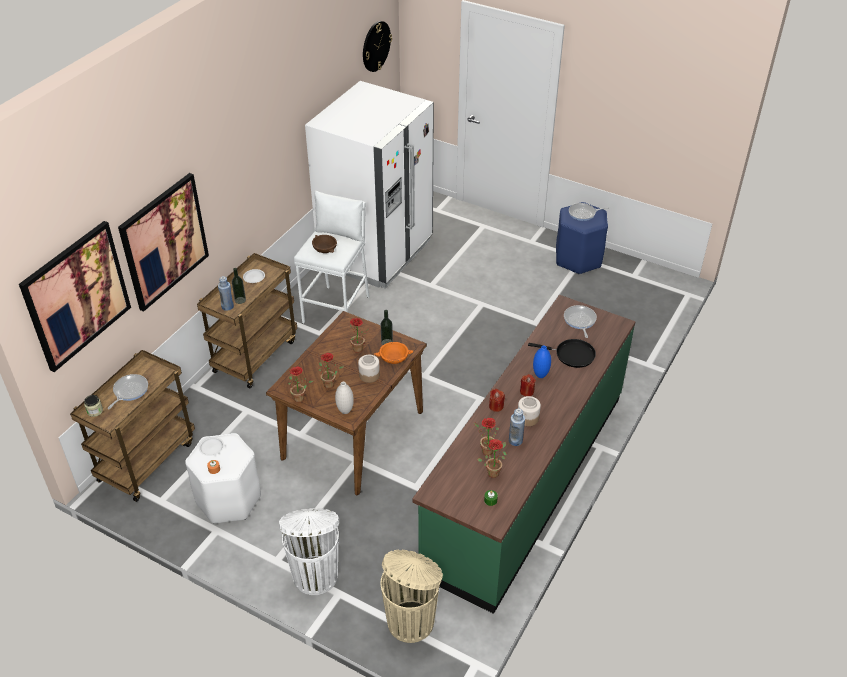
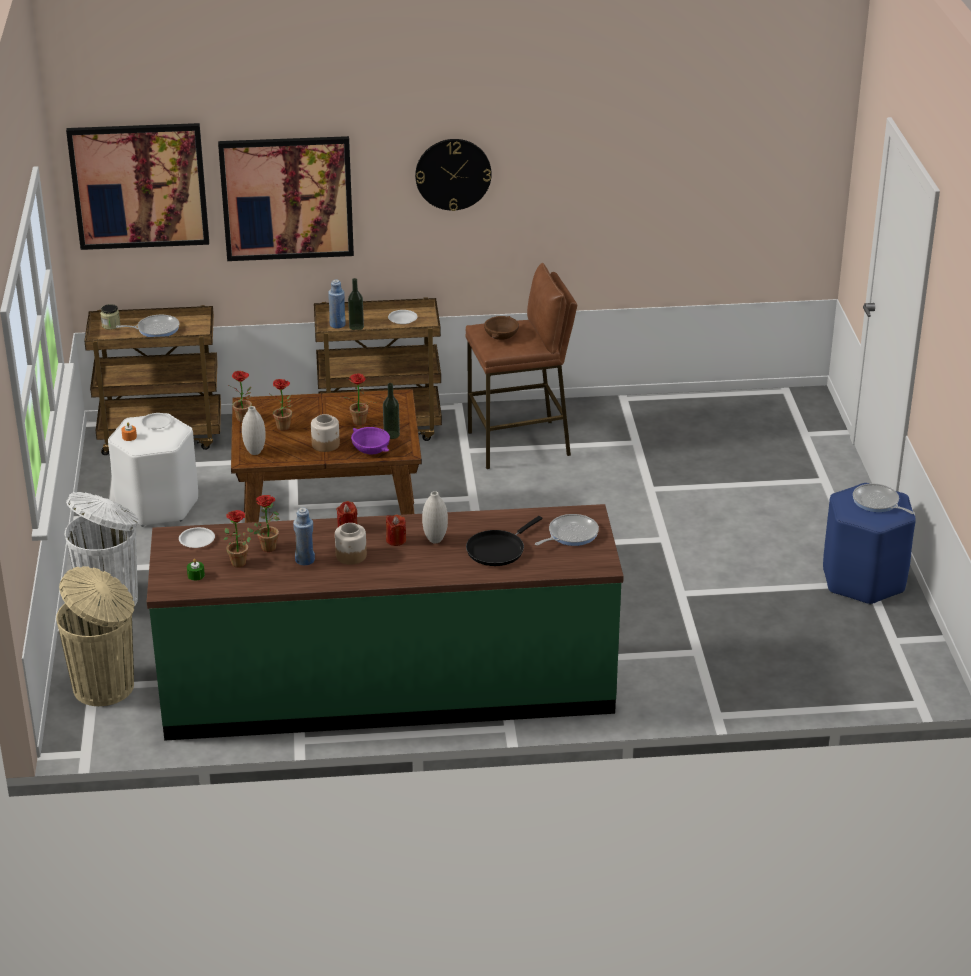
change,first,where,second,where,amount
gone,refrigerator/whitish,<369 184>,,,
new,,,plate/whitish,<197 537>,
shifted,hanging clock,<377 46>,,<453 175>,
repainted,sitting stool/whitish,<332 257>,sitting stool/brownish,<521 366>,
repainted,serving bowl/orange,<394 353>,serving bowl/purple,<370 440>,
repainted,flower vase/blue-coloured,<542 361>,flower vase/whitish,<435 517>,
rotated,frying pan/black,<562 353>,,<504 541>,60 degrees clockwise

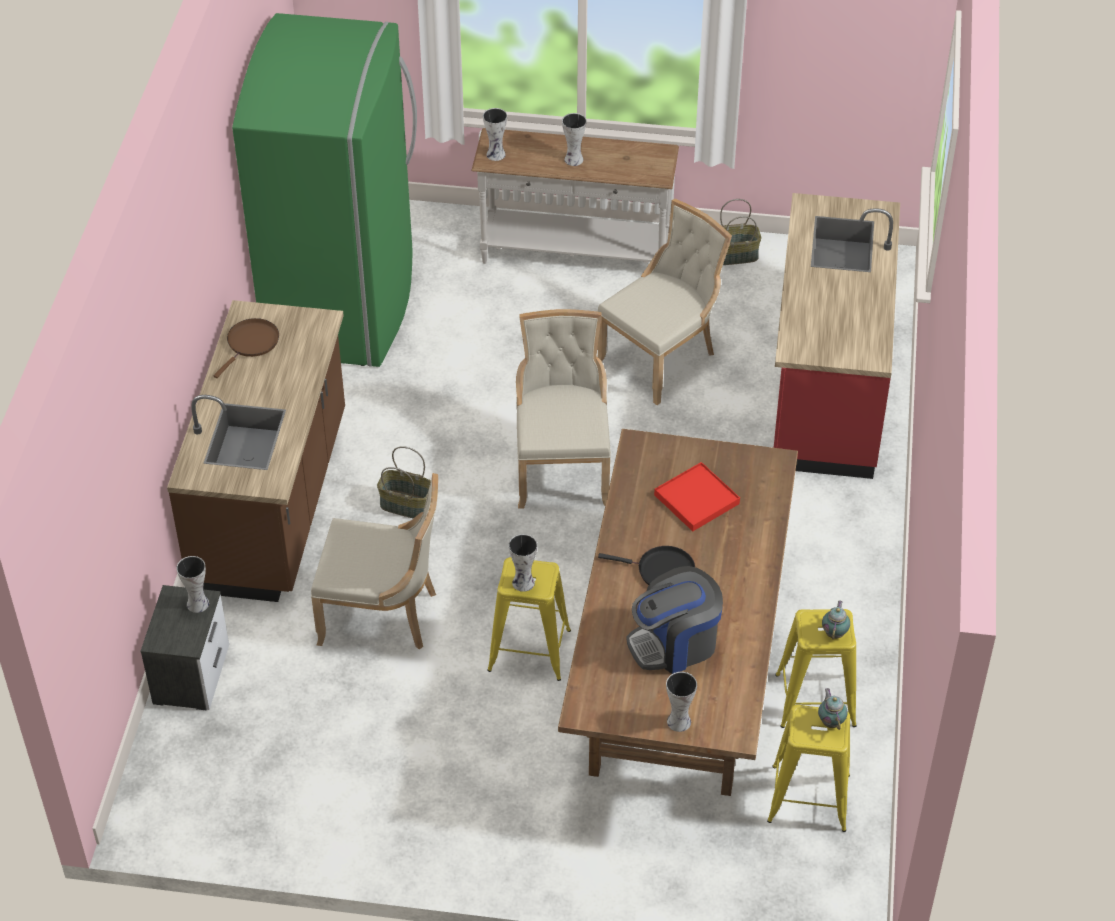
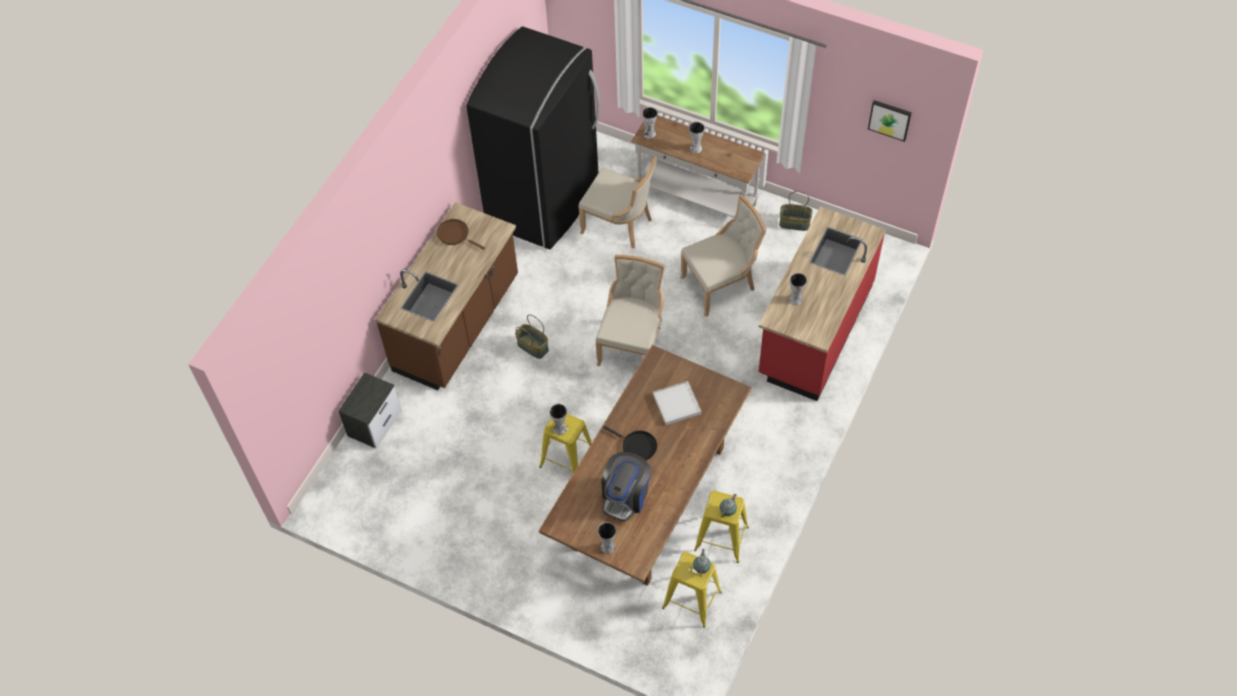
change,first,where,second,where,amount
new,,,picture,<890 121>,
shifted,flower vase,<192 584>,,<798 289>,
shifted,plain chair/beige,<374 561>,,<618 202>,
repainted,refrigerator/green-coloured,<324 190>,refrigerator/black,<533 137>,
repainted,tray/red,<697 496>,tray/whitish,<677 403>,
rotated,frying pan/brownish,<246 348>,,<461 234>,105 degrees counterclockwise
rotated,coffee brewer,<674 620>,,<626 487>,60 degrees counterclockwise

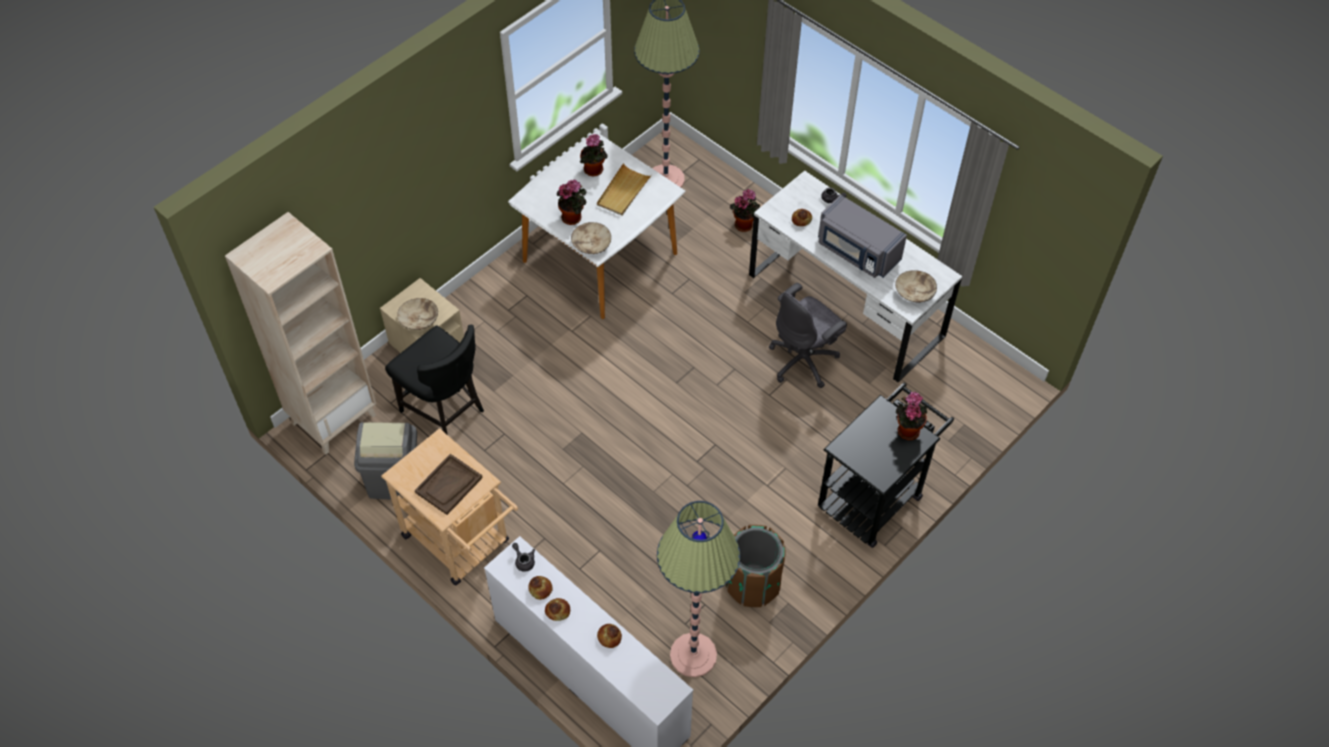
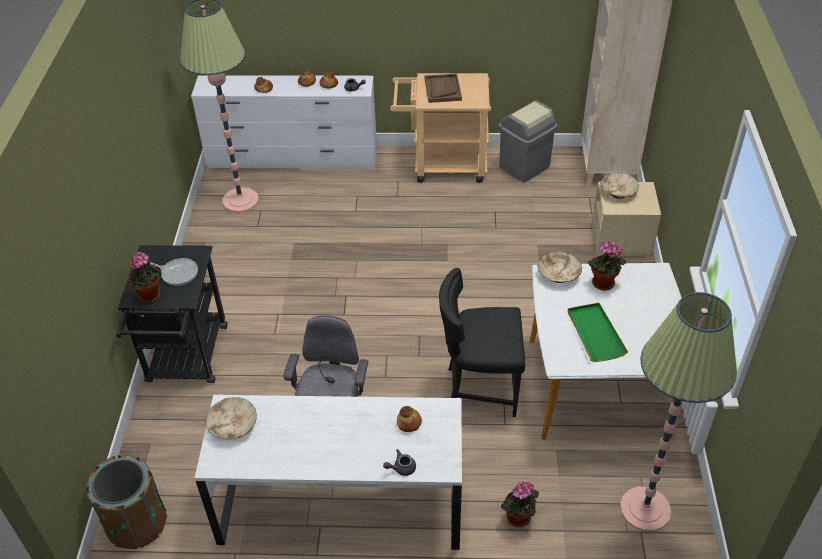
change,first,where,second,where,amount
gone,potted plant,<593 155>,,,
gone,microwave/gray,<862 236>,,,
new,,,frying pan,<174 272>,
shifted,plain chair/black,<434 379>,,<482 342>,
shifted,trash can/brownish,<755 566>,,<126 502>,
repainted,tray/beige,<624 189>,tray/green-coloured,<598 332>,

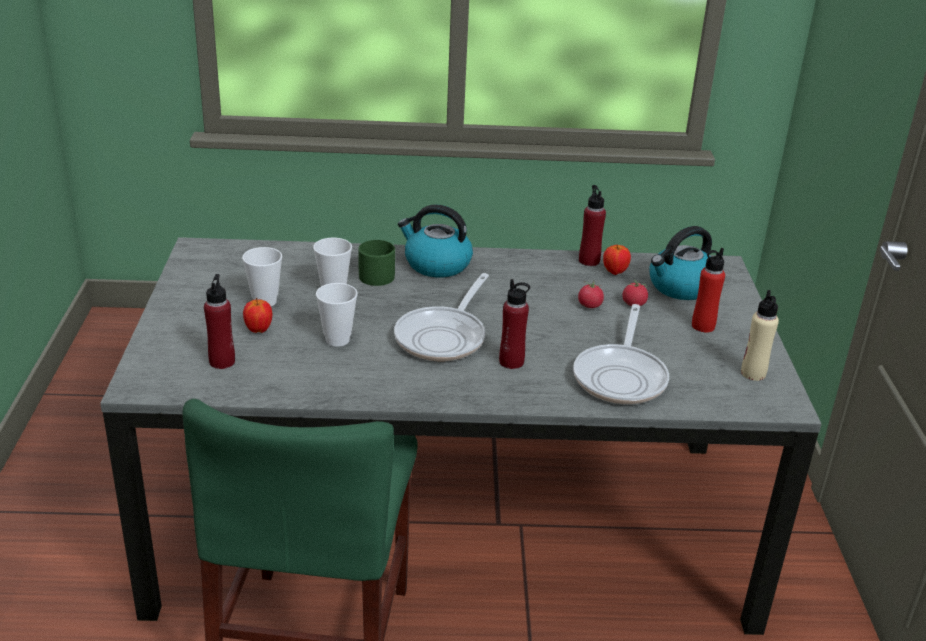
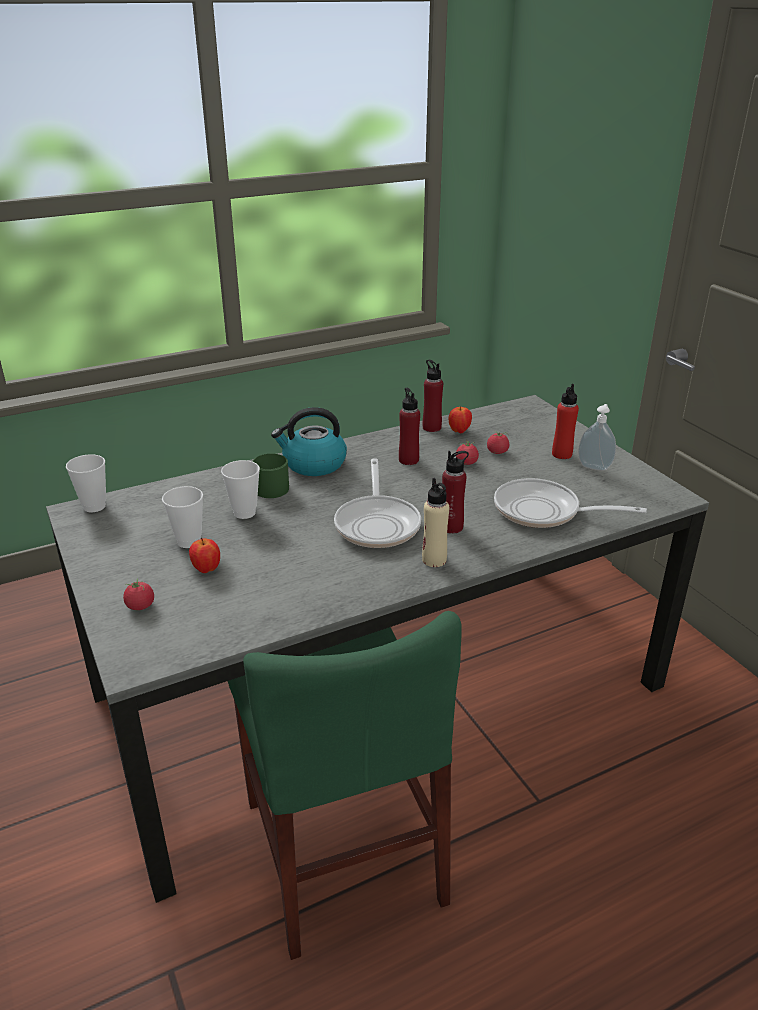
change,first,where,second,where,amount
gone,tea kettle,<680 263>,,,
new,,,whole tomato,<138 594>,
new,,,soap bottle,<597 437>,
shifted,beverage bottle/red,<219 321>,,<409 426>,
shifted,drinking cup,<337 315>,,<86 483>,
shifted,beverage bottle/beige,<760 335>,,<435 522>,
rotated,frying pan,<621 354>,,<570 503>,120 degrees clockwise

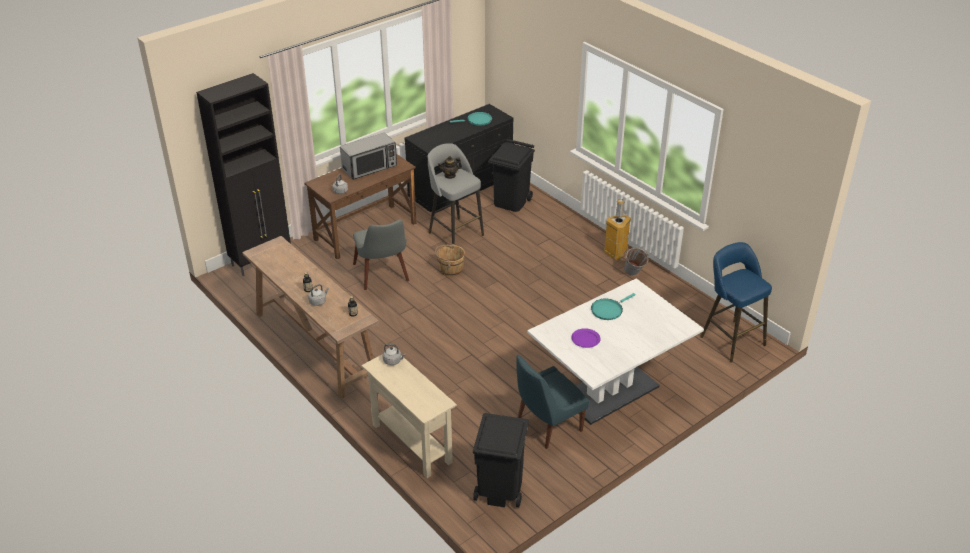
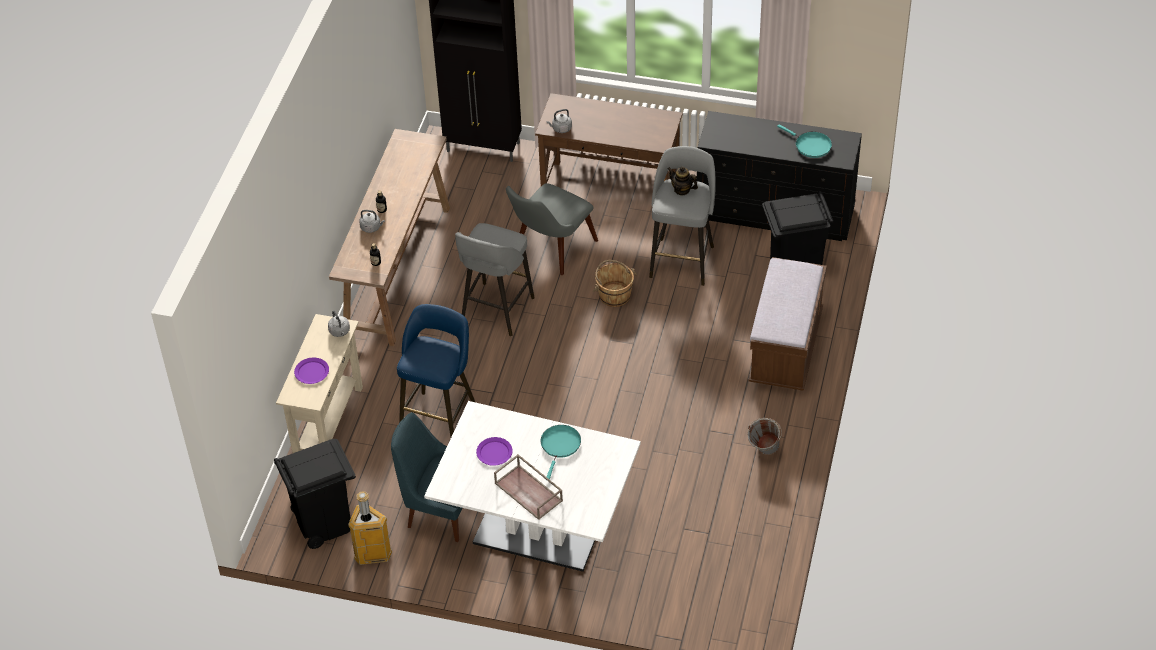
change,first,where,second,where,amount
gone,microwave,<368 156>,,,
new,,,plate/purple,<311 371>,
new,,,sitting stool/gray,<495 279>,
new,,,tray/brownish,<528 487>,
new,,,bench/brownish,<787 324>,
shifted,trash can,<617 229>,,<370 528>,
shifted,sitting stool/blue-coloured,<736 302>,,<436 370>,
rotated,frying pan/turquoise-coloured,<613 306>,,<561 452>,90 degrees clockwise

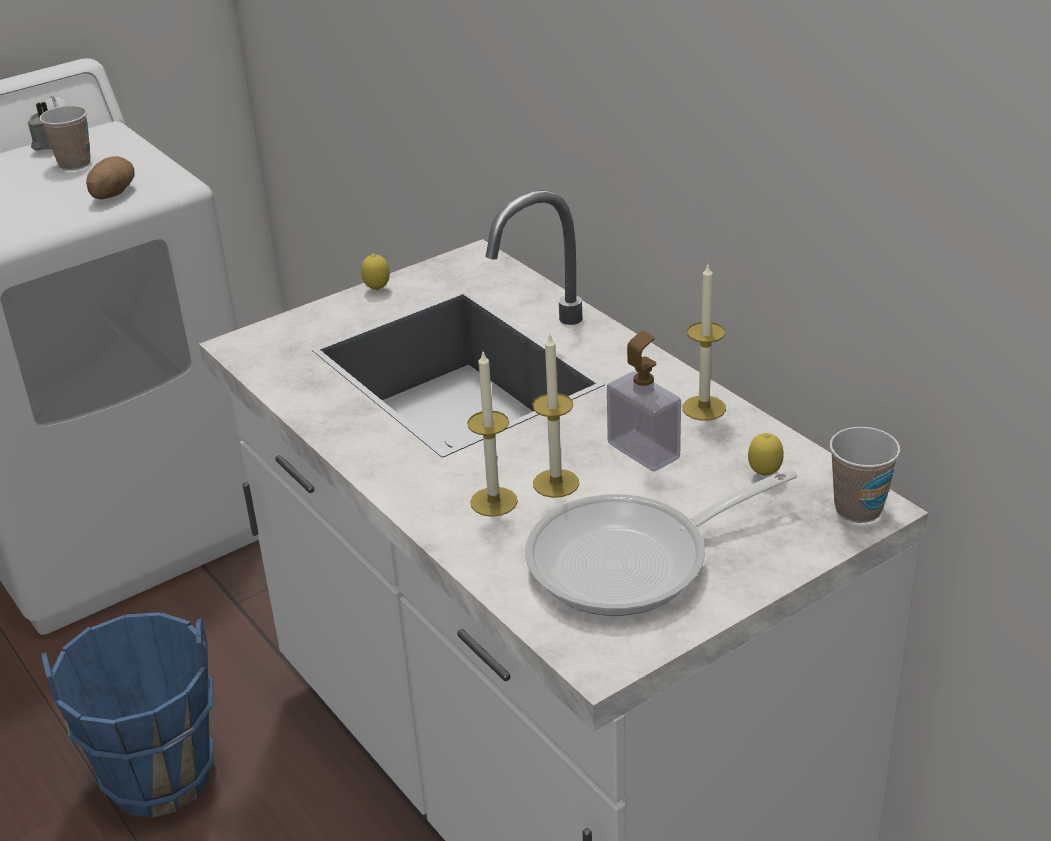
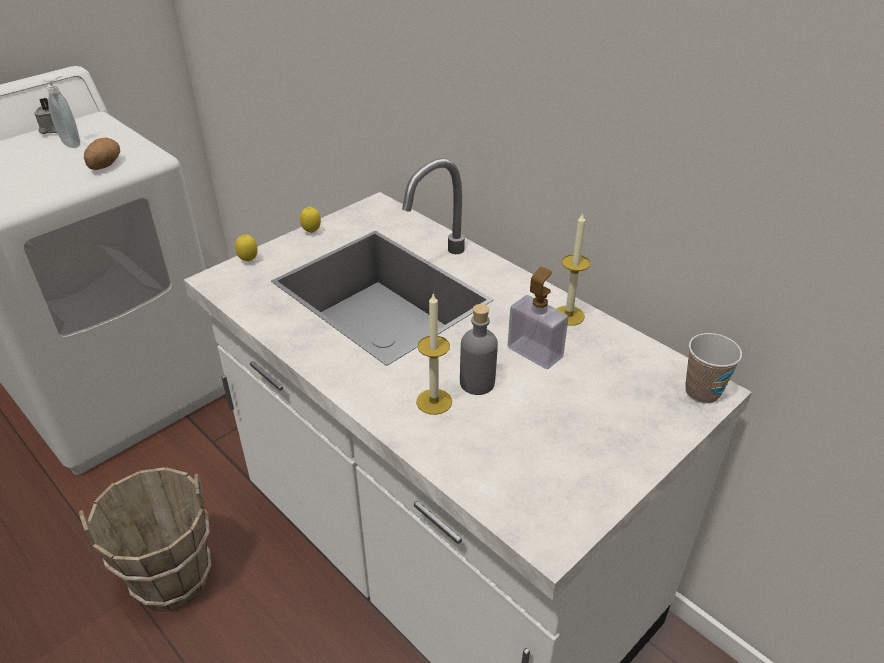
change,first,where,second,where,amount
gone,frying pan,<661 542>,,,
shifted,whole lemon,<766 454>,,<246 248>,
swapped,drinking cup,<64 138>,soap bottle,<61 111>,
swapped,wax light,<555 416>,beverage bottle/gray,<479 349>,
repainted,water bucket/blue-coloured,<128 715>,water bucket/brownish,<145 538>,

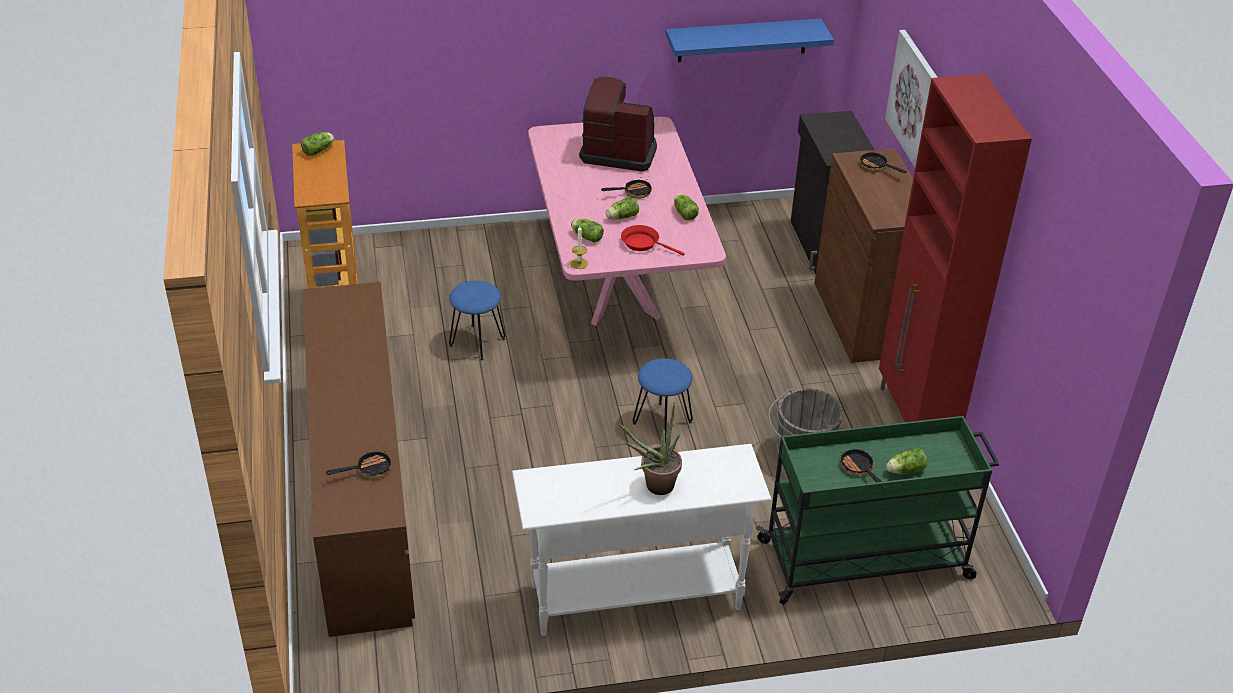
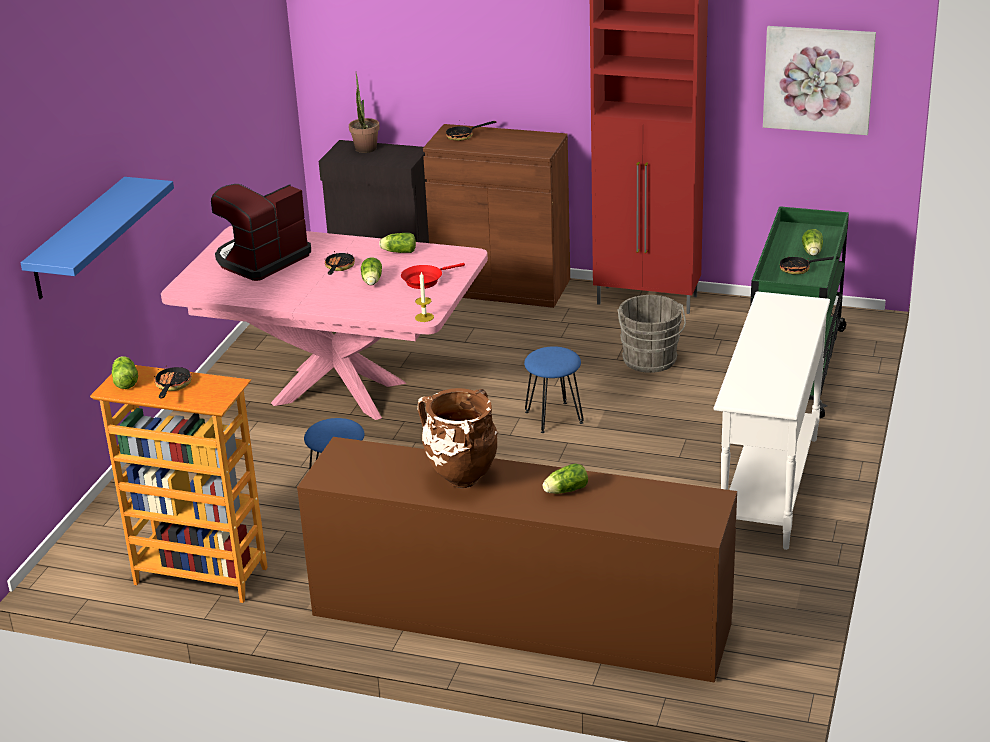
change,first,where,second,where,amount
new,,,flower vase/brownish,<457 438>,
shifted,frying pan,<358 465>,,<173 381>,
shifted,lettuce,<587 231>,,<565 479>,
shifted,potted plant,<650 448>,,<364 113>,
shifted,shelf/blue-coloured,<750 40>,,<97 238>,
shifted,picture,<911 99>,,<819 80>,

